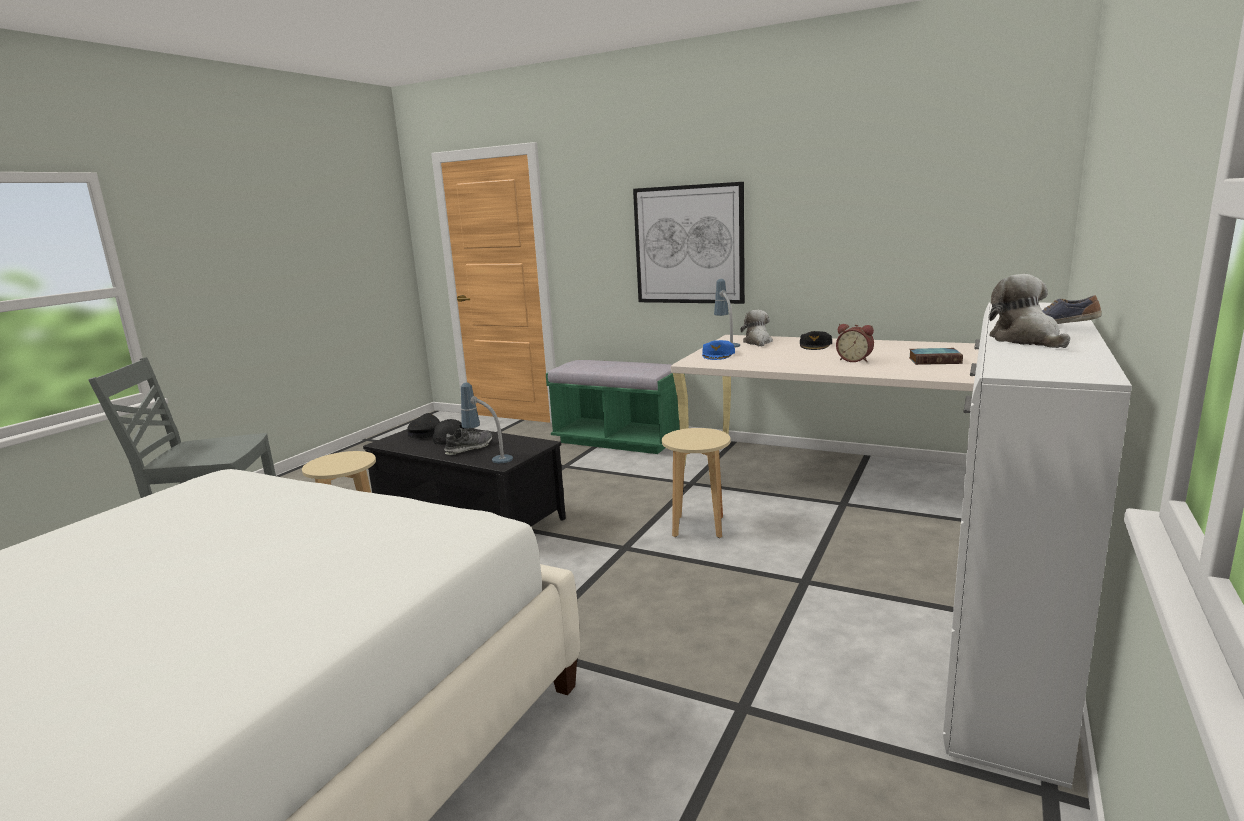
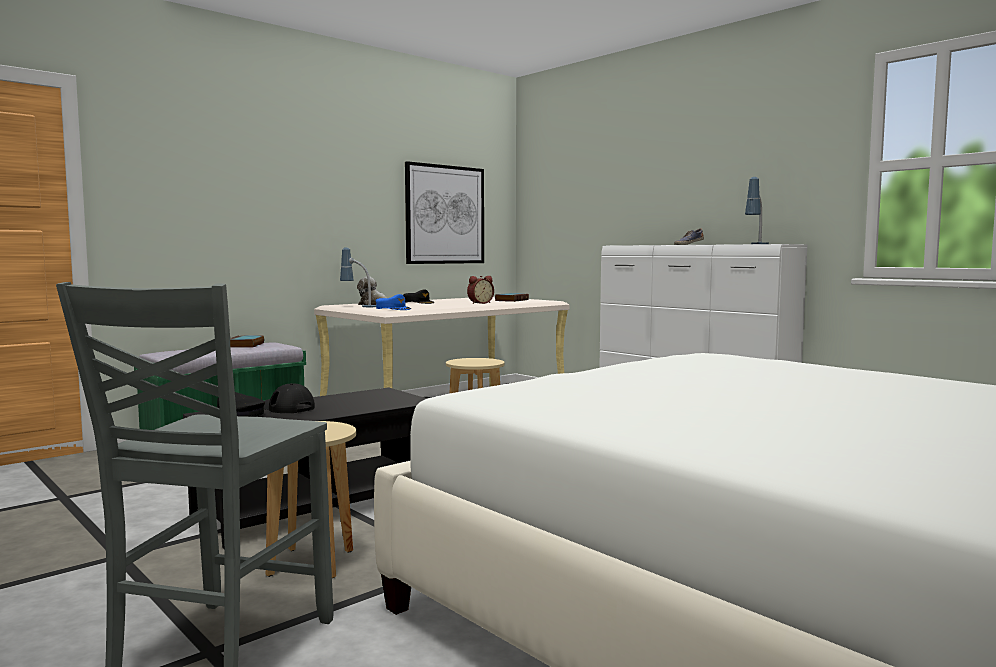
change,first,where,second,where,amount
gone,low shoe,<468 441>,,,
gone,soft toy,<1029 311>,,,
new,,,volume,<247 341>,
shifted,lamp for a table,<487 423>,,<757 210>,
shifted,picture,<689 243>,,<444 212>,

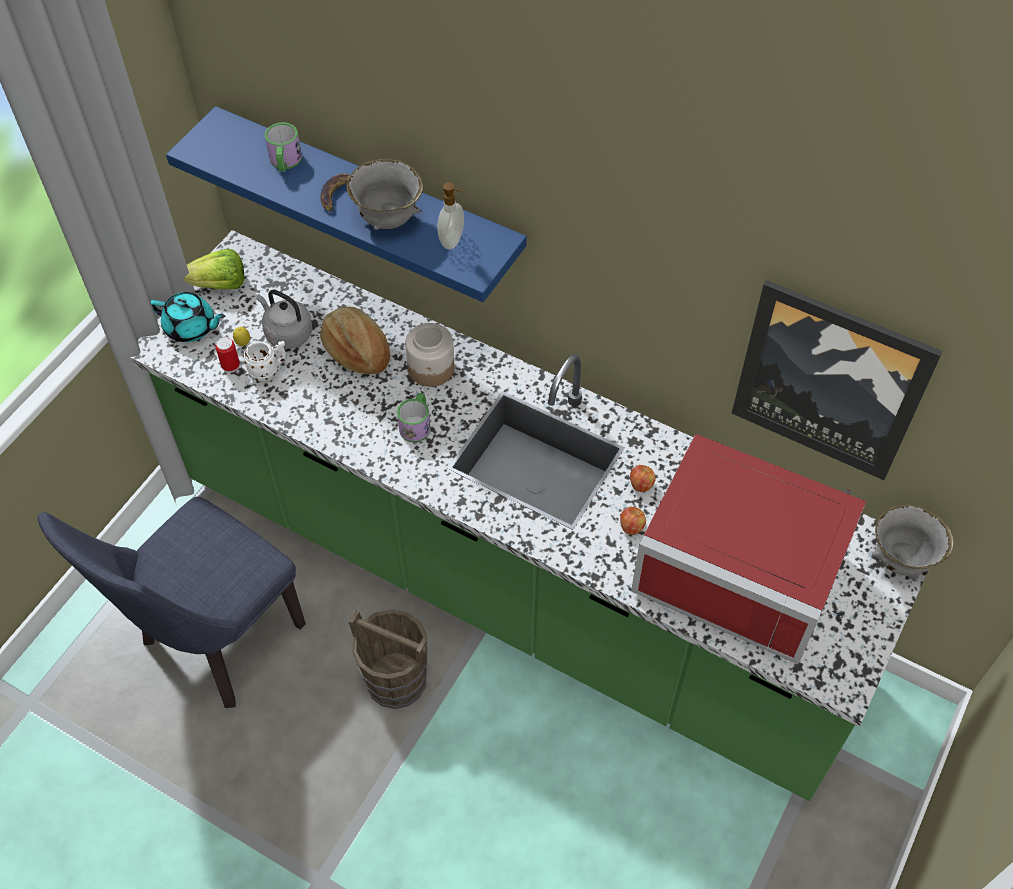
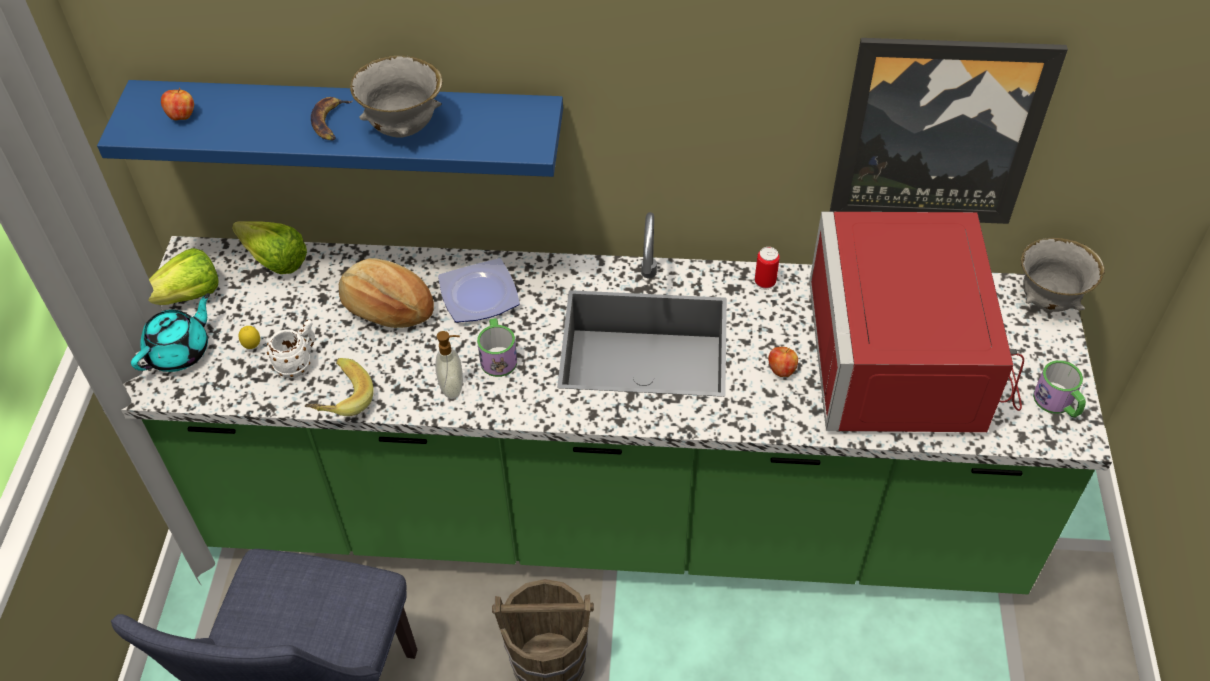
change,first,where,second,where,amount
gone,tea kettle/gray,<285 319>,,,
new,,,lettuce,<269 247>,
new,,,banana,<339 387>,
shifted,sealed can,<227 355>,,<767 268>,
shifted,coffee mug,<283 146>,,<1059 389>,
shifted,soap bottle,<450 215>,,<449 365>,
shifted,apple,<643 478>,,<177 104>,
swapped,jar,<430 355>,plate,<479 290>,
rotated,tea pot/turquoise-coloured,<188 317>,,<170 332>,45 degrees counterclockwise
rotated,microwave/red,<748 549>,,<916 322>,90 degrees clockwise

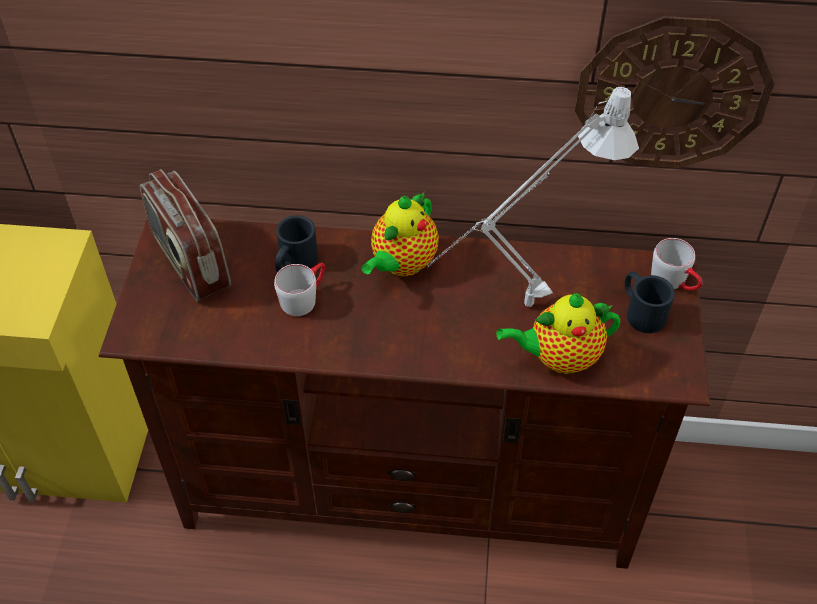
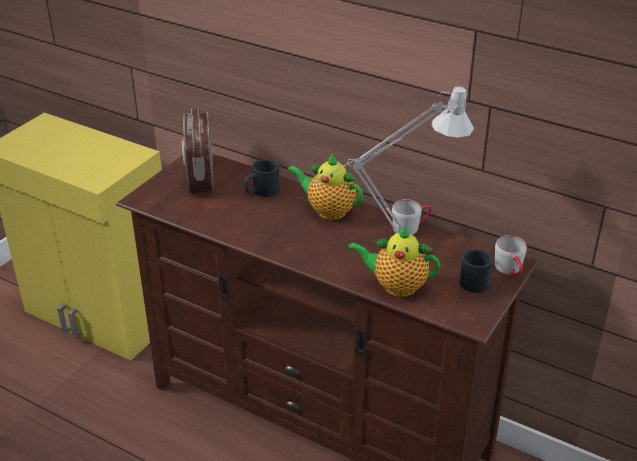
change,first,where,second,where,amount
gone,hanging clock,<674 92>,,,
shifted,coffee mug/gray,<299 289>,,<412 217>,
rotated,tea pot,<400 234>,,<325 187>,60 degrees clockwise

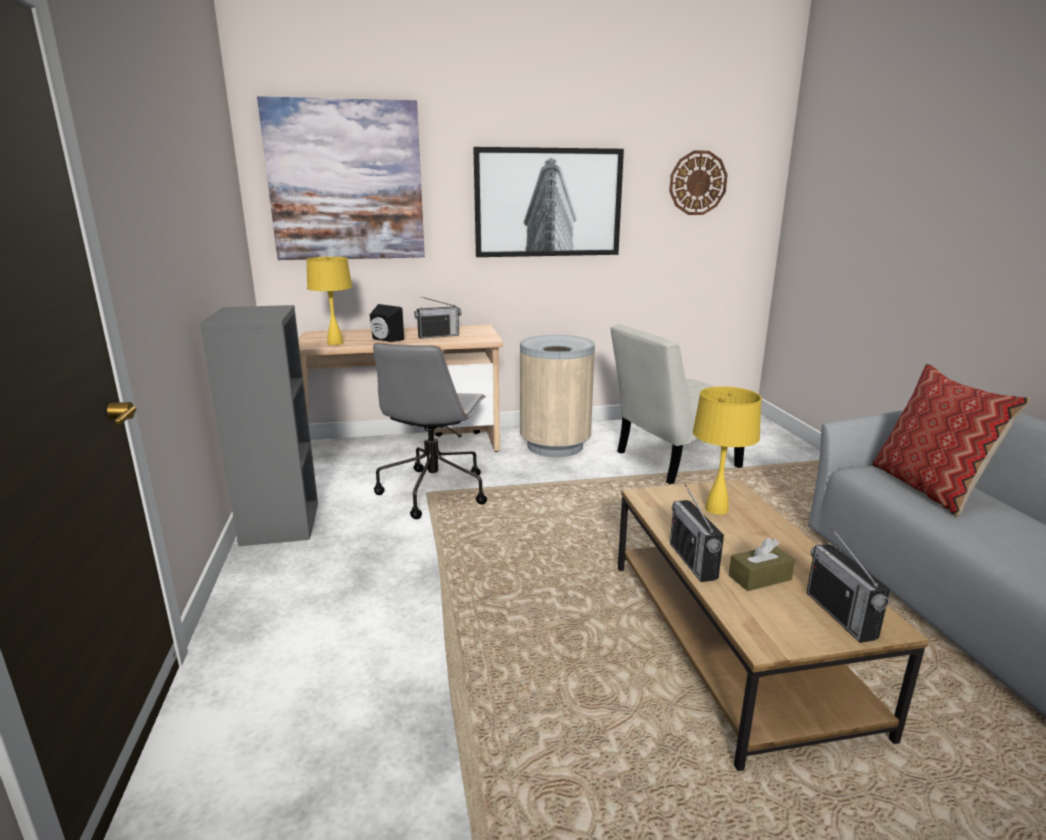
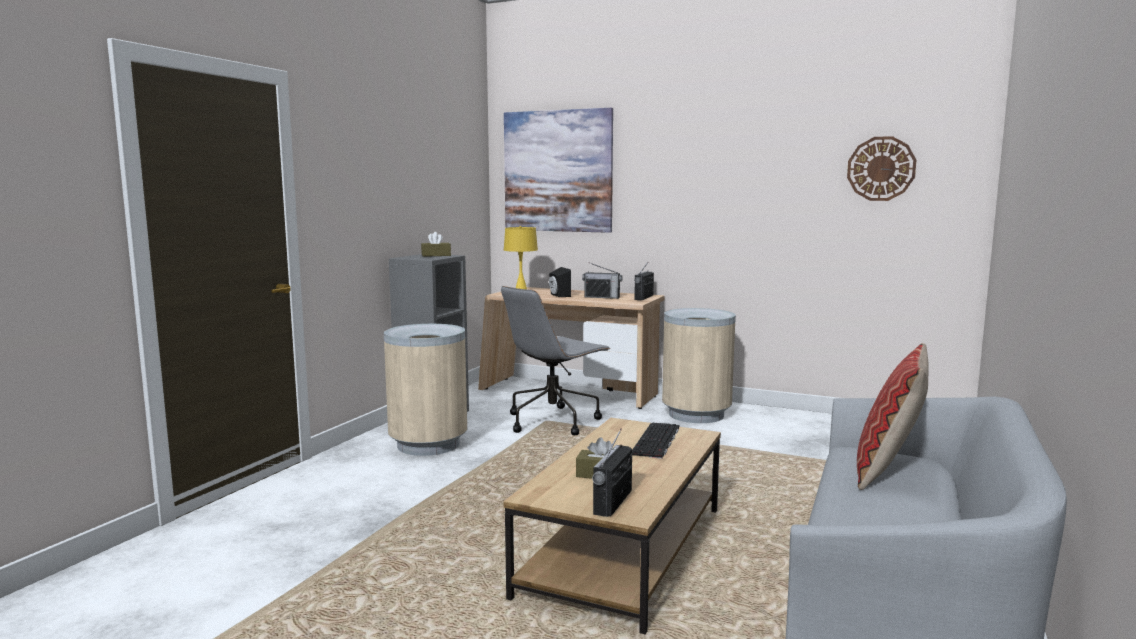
change,first,where,second,where,amount
gone,picture,<548 202>,,,
gone,plain chair/whitish,<677 404>,,,
new,,,trash can/beige,<425 390>,
new,,,tissue holder/brownish,<436 244>,
shifted,radio set,<697 533>,,<644 281>,
swapped,lamp for a table/yellow,<727 450>,PC keyboard,<655 440>,

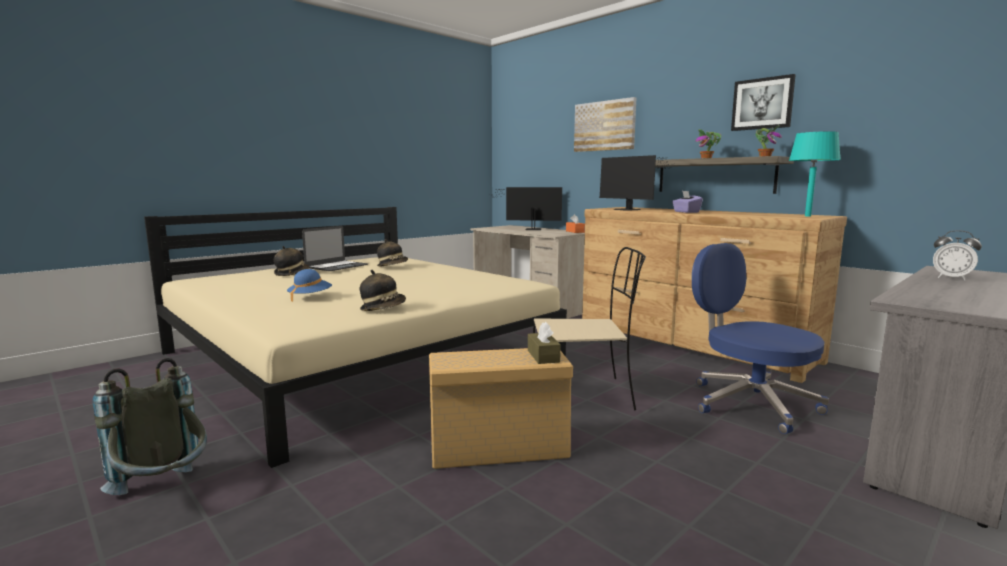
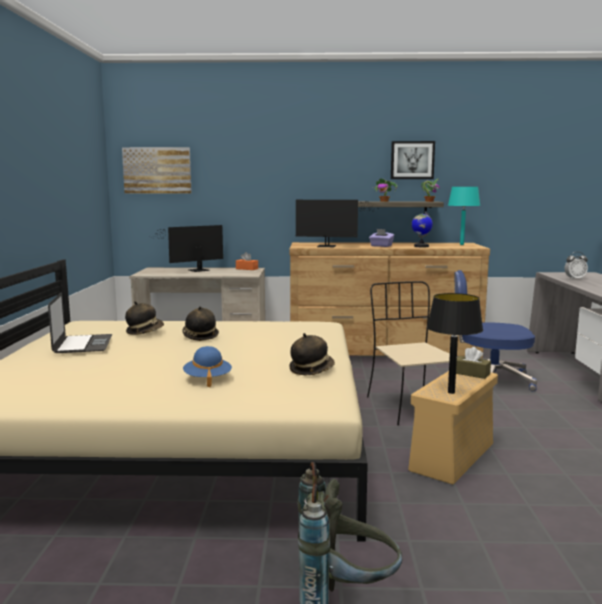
change,first,where,second,where,amount
new,,,world globe,<422 229>,
new,,,lamp for a table/black,<455 343>,
shifted,clothing hat,<291 261>,,<200 323>,
shifted,picture,<605 124>,,<157 170>,
rotated,plain chair/beige,<589 328>,,<408 353>,60 degrees counterclockwise

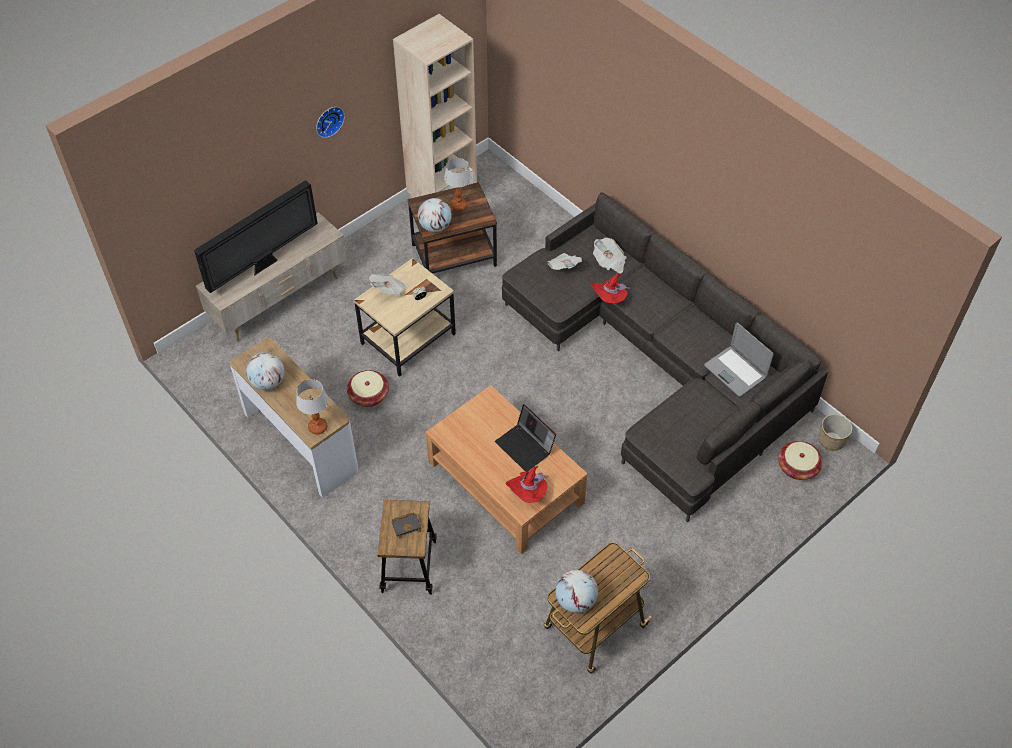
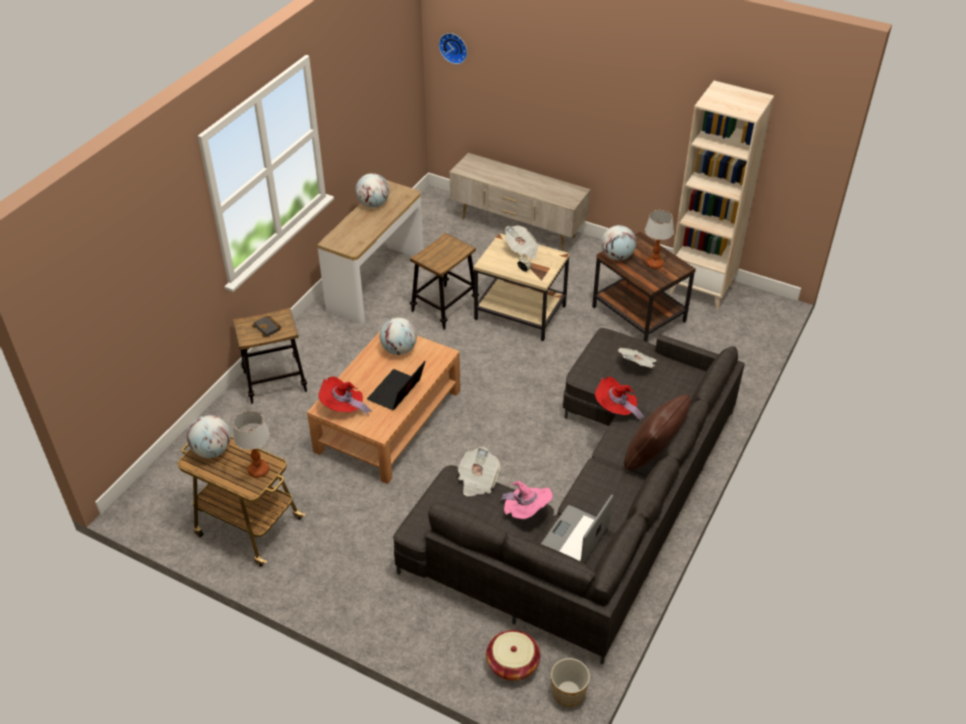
change,first,where,second,where,amount
gone,TV,<256 236>,,,
new,,,world globe,<398 336>,
new,,,clothing hat/pink,<526 500>,
new,,,cushion/brownish,<657 432>,
shifted,lamp for a table,<312 406>,,<251 444>,
shifted,hanging clock,<330 122>,,<453 48>,
shifted,newspaper,<610 256>,,<479 471>,
swapped,household basket,<368 388>,sitting stool,<444 281>,

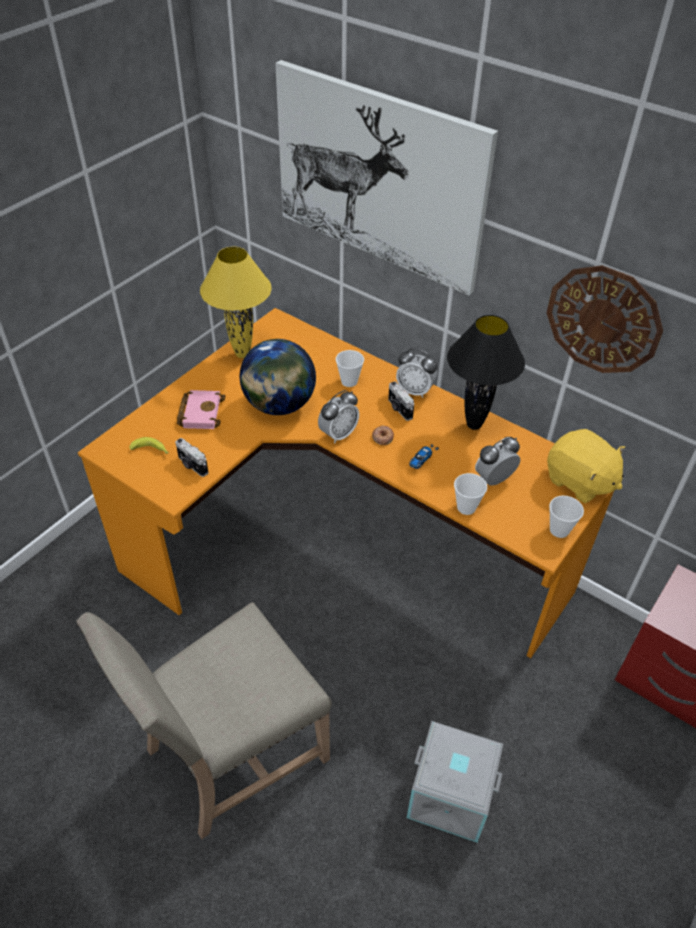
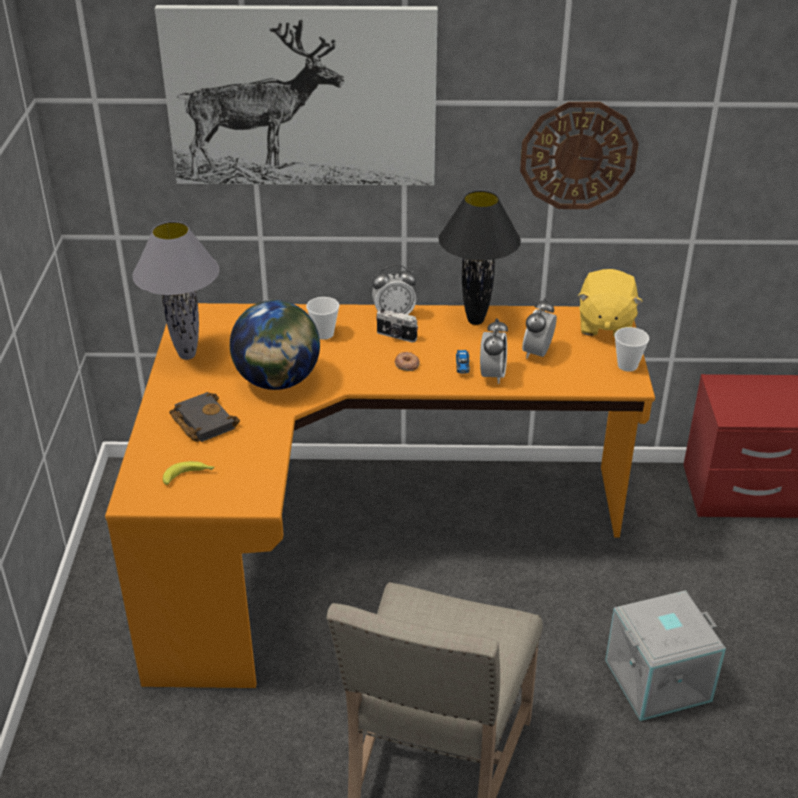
change,first,where,second,where,amount
gone,still camera,<191 457>,,,
gone,drinking cup,<470 494>,,,
shifted,table clock,<338 417>,,<494 351>,
repainted,volume/pink,<201 409>,volume/black,<204 417>,
repainted,lamp for a table/yellow,<236 302>,lamp for a table/gray,<175 291>,
rotated,soft toy/yellow,<586 466>,,<610 302>,90 degrees clockwise

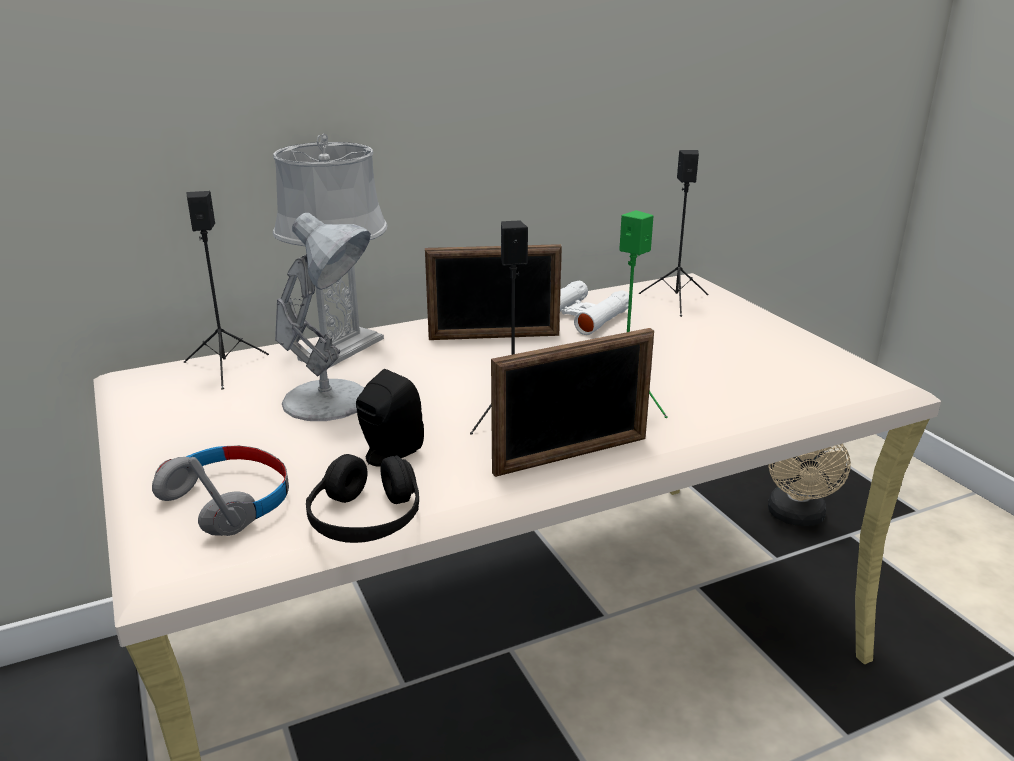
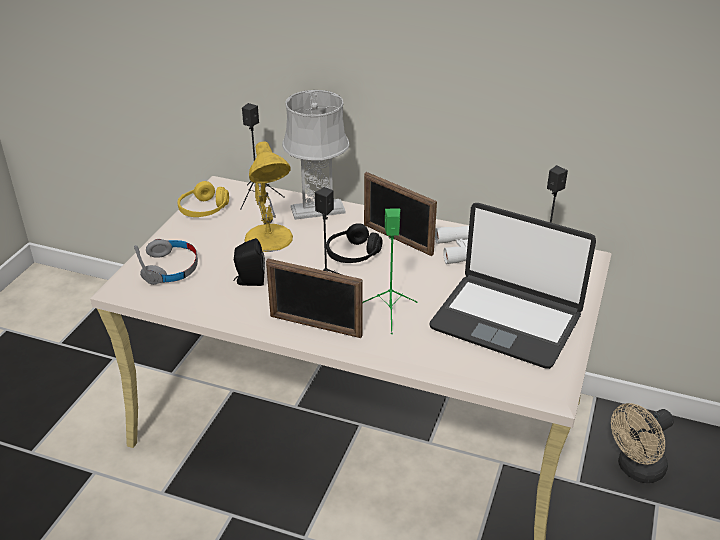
change,first,where,second,where,amount
new,,,pair of headphones/yellow,<203 199>,
new,,,laptop,<513 286>,
shifted,pair of headphones/black,<362 498>,,<354 243>,
repainted,lamp for a table/whitish,<323 317>,lamp for a table/yellow,<268 197>,

